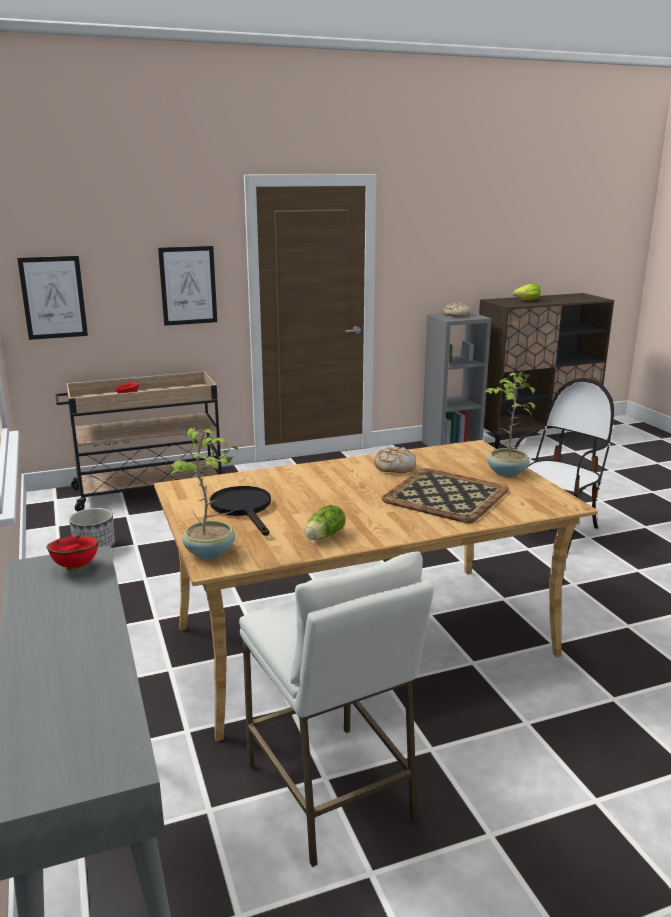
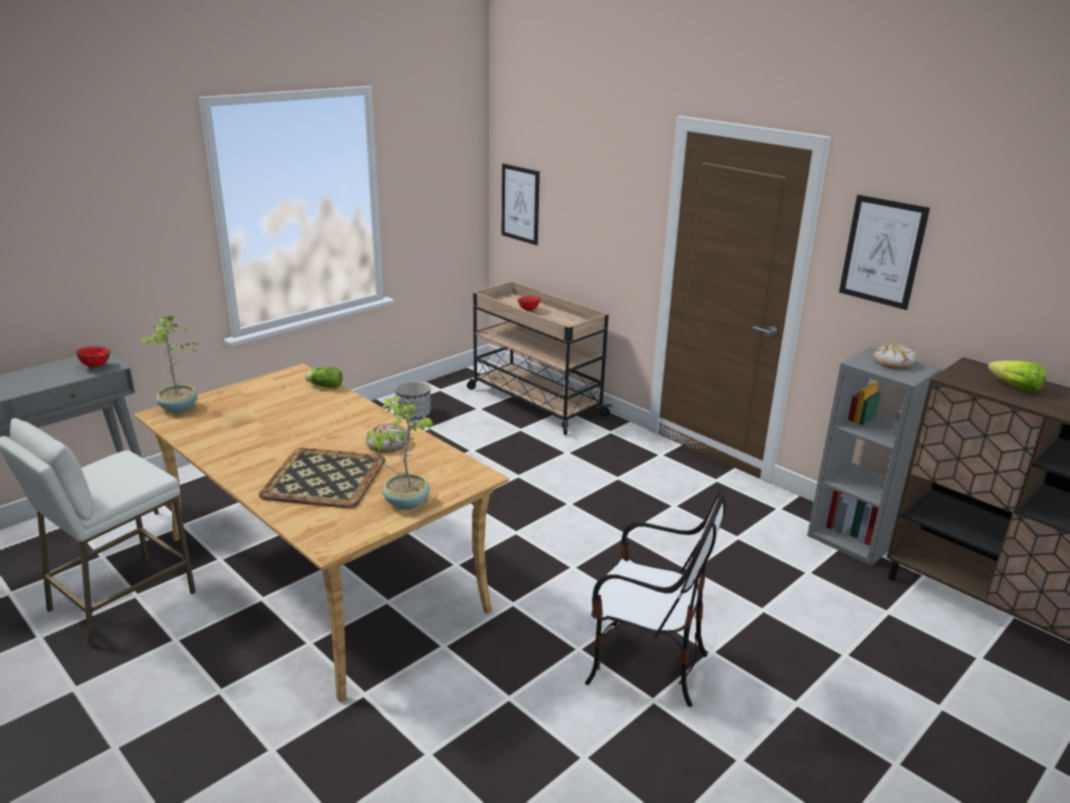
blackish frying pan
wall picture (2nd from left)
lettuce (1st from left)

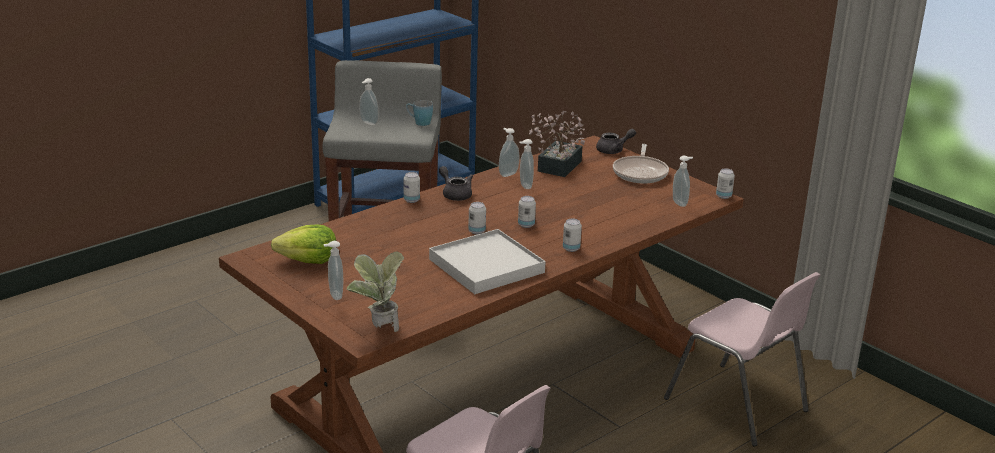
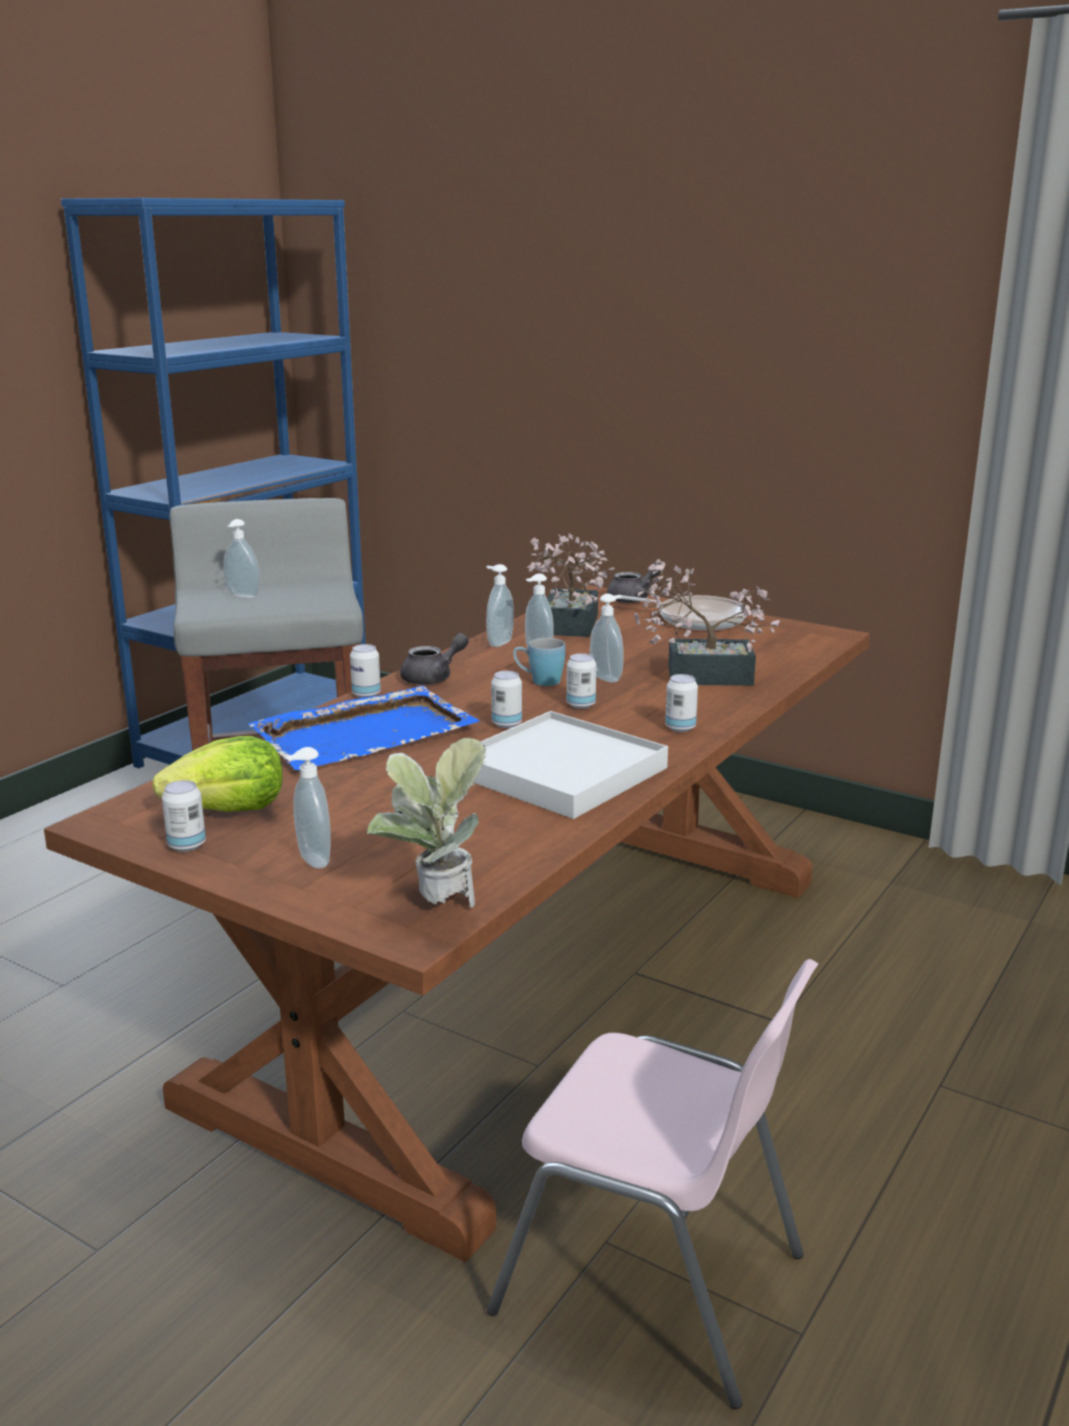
pink upright chair (2nd from left in the first image)
blue carrying tray
plant in a pot (3rd from left)
blue tea mug
soap dispenser (5th from left)
can (1st from left)
greyish tea pot (1st from left)
frying pan

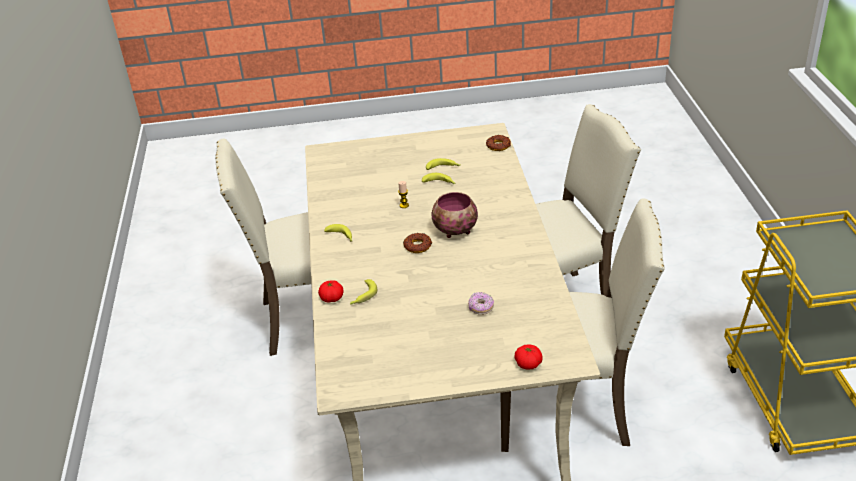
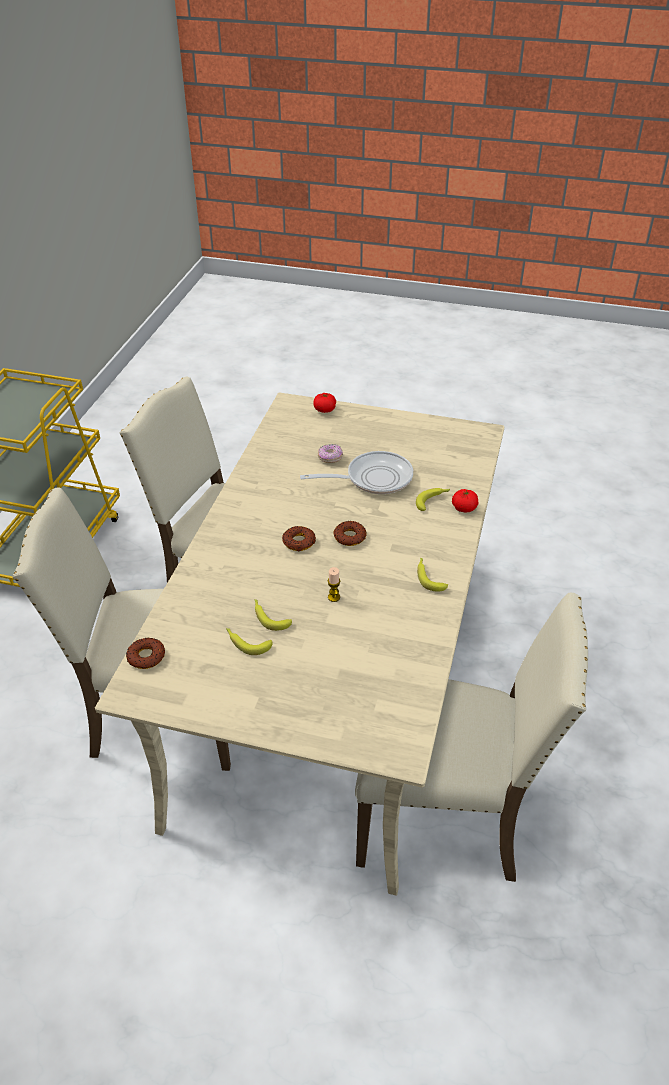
frying pan
ring doughnut (2nd from left)

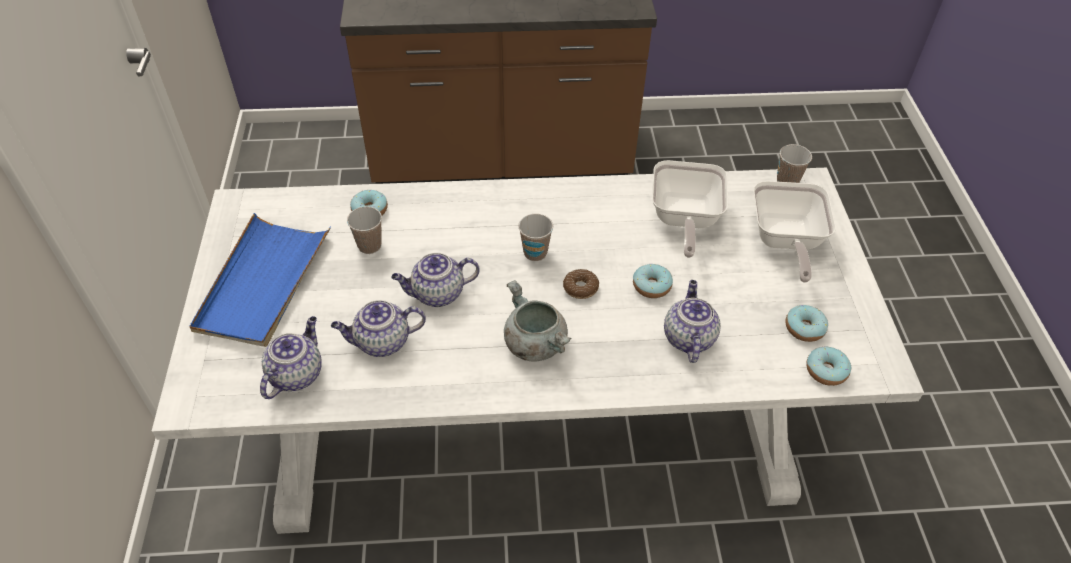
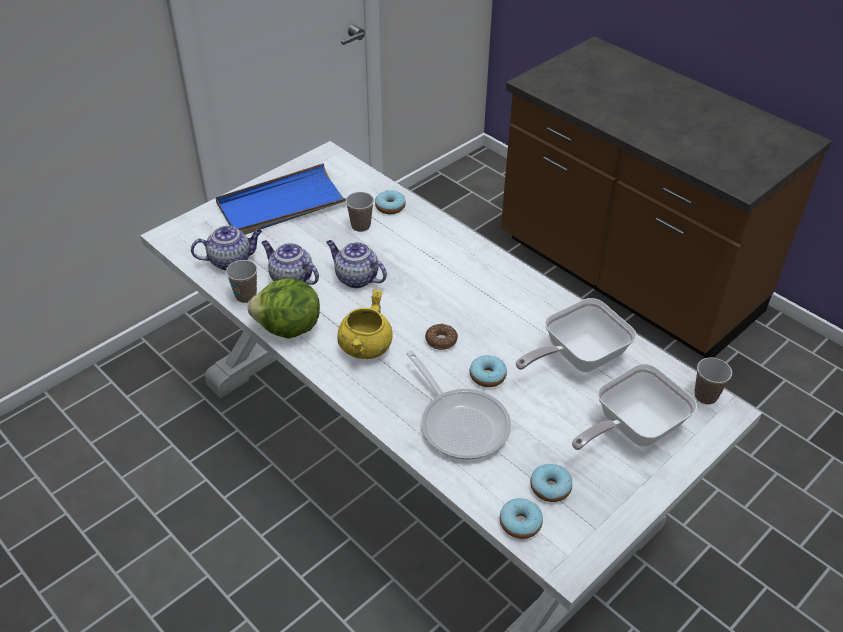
lettuce
small cup (1st from left)
frying pan (1st from left)
yellow-coloured stockpot

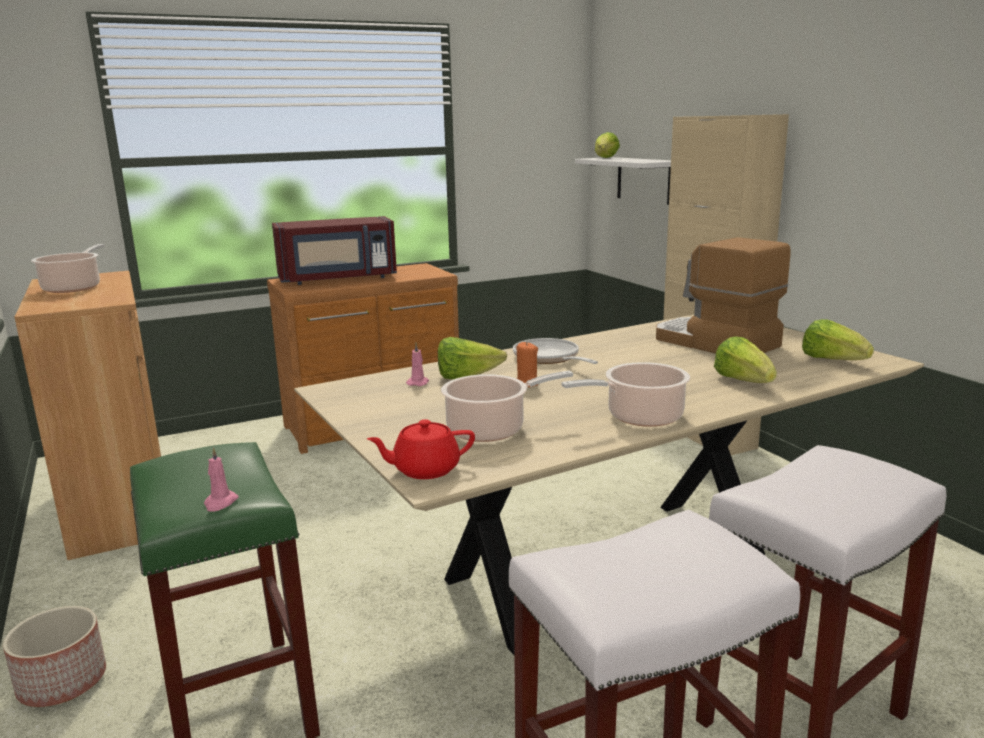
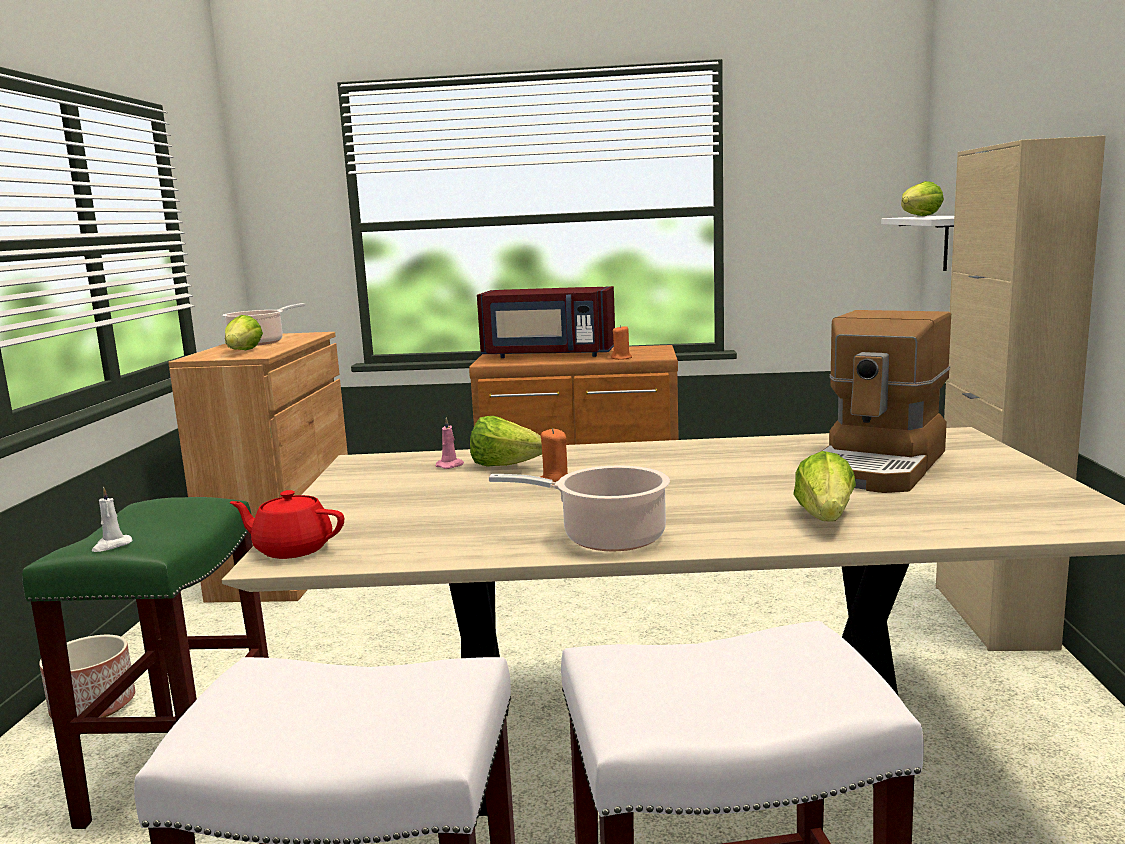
stockpot (2nd from left in the first image)
frying pan
orange candle (2nd from left)
lettuce (1st from left)
whitish candle
coffee maker

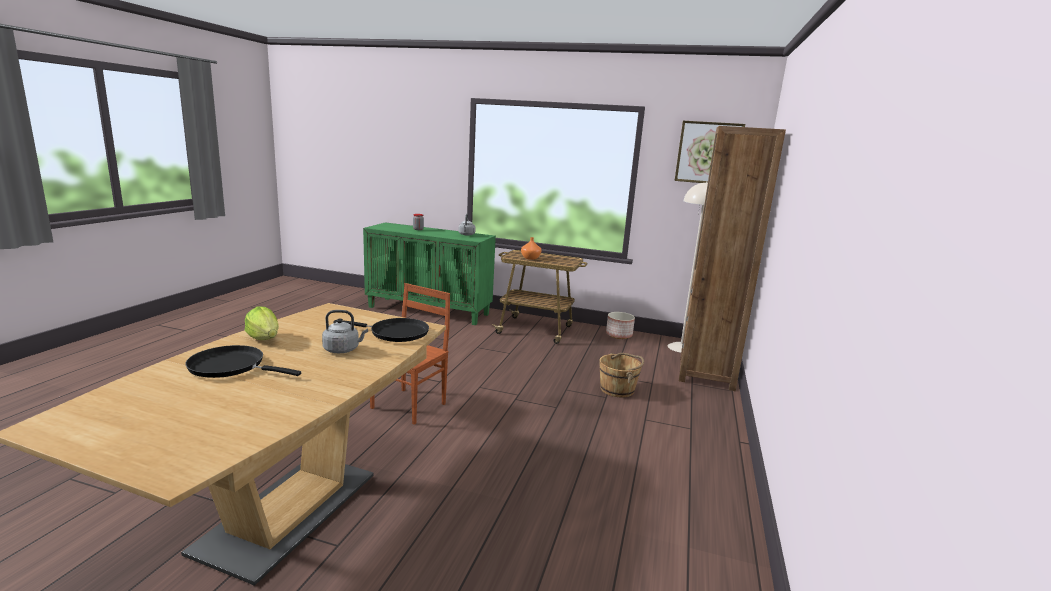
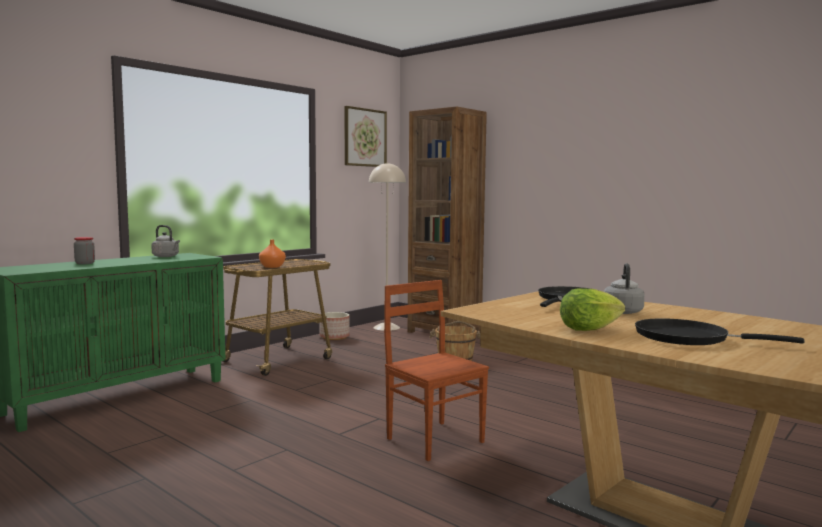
blackish frying pan (2nd from left)

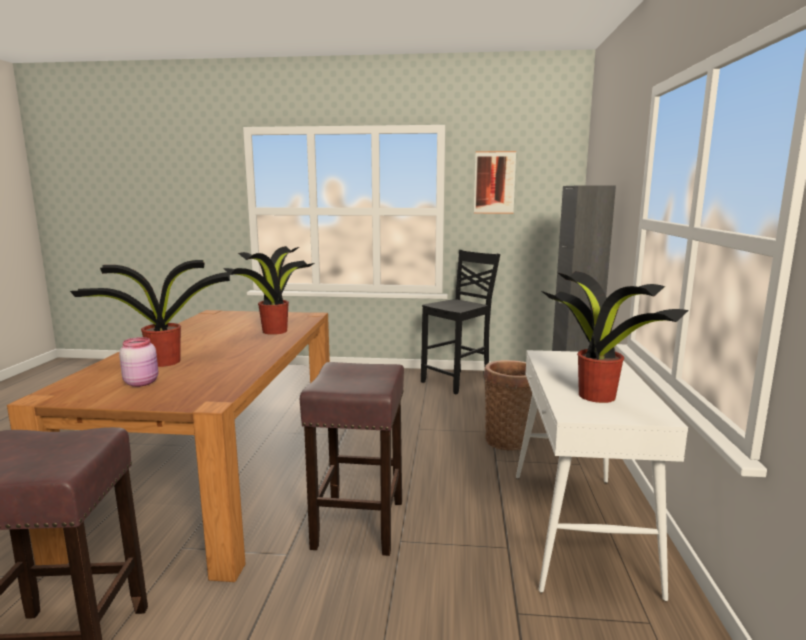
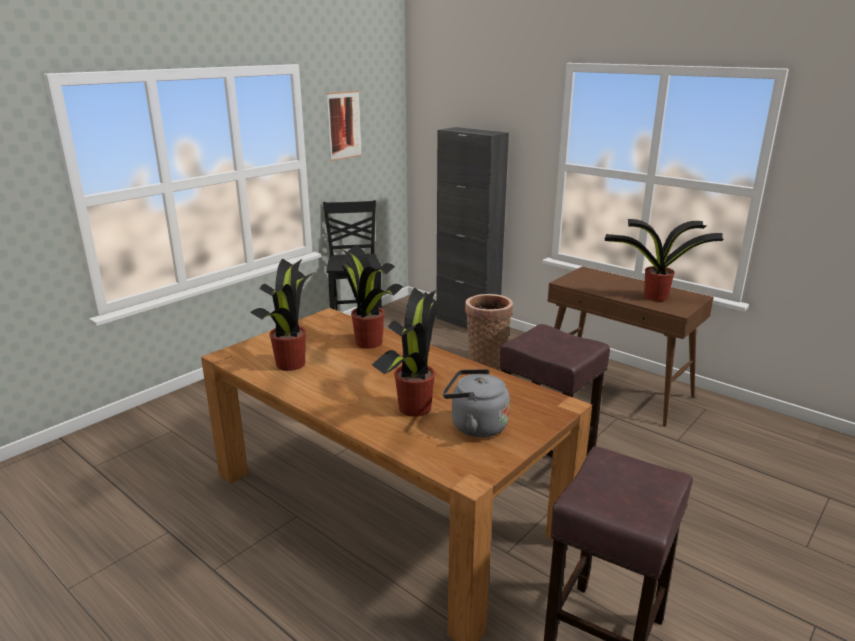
plant in a pot (1st from left)
greyish water kettle
brown-coloured hall table

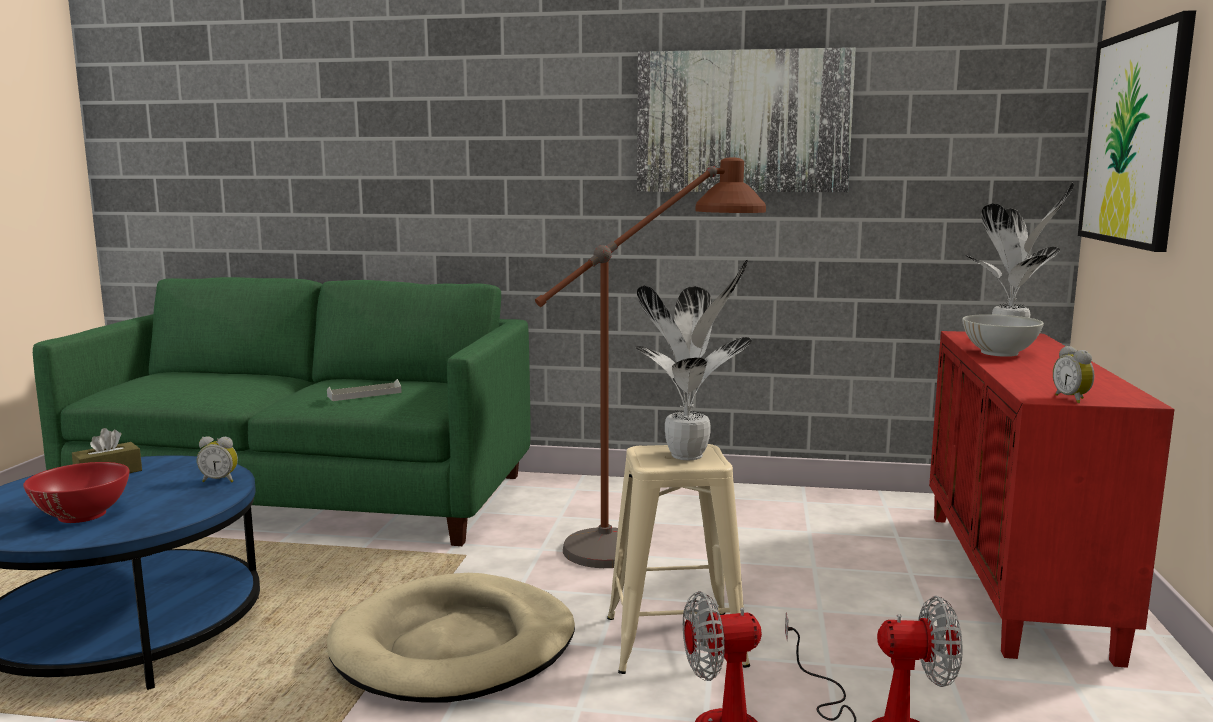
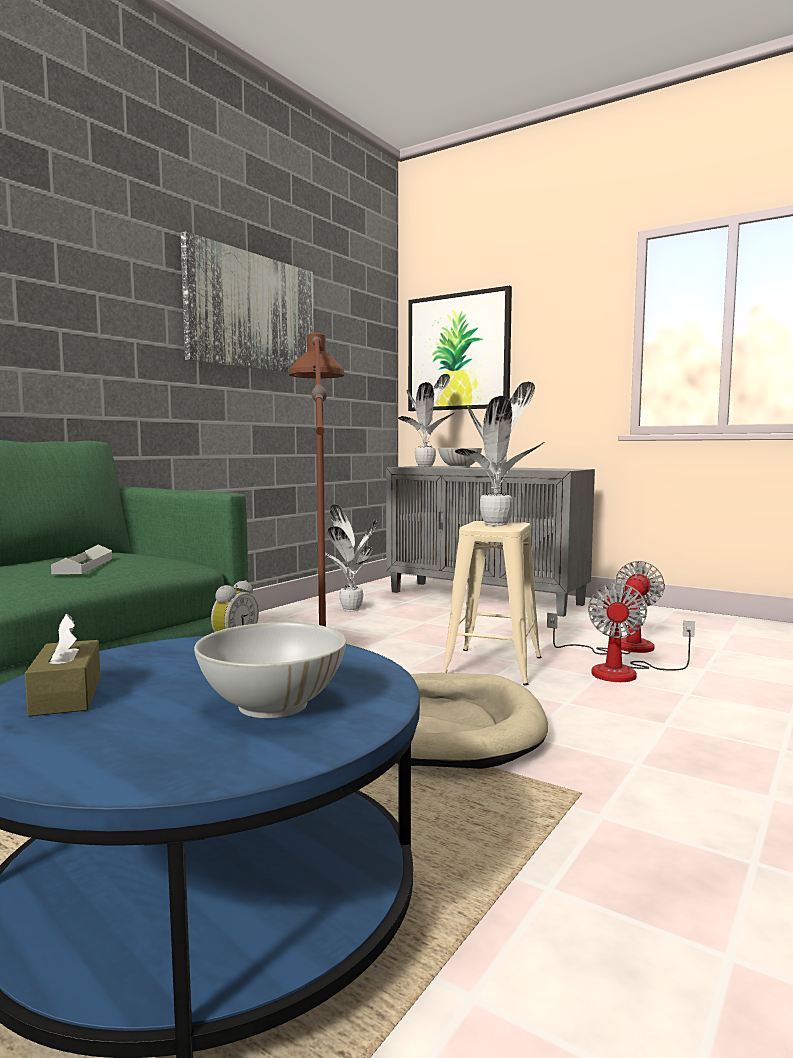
bedside clock (2nd from left in the first image)
plant in a pot (1st from left)
whitish bowl (1st from left)
greyish storage cabinet

